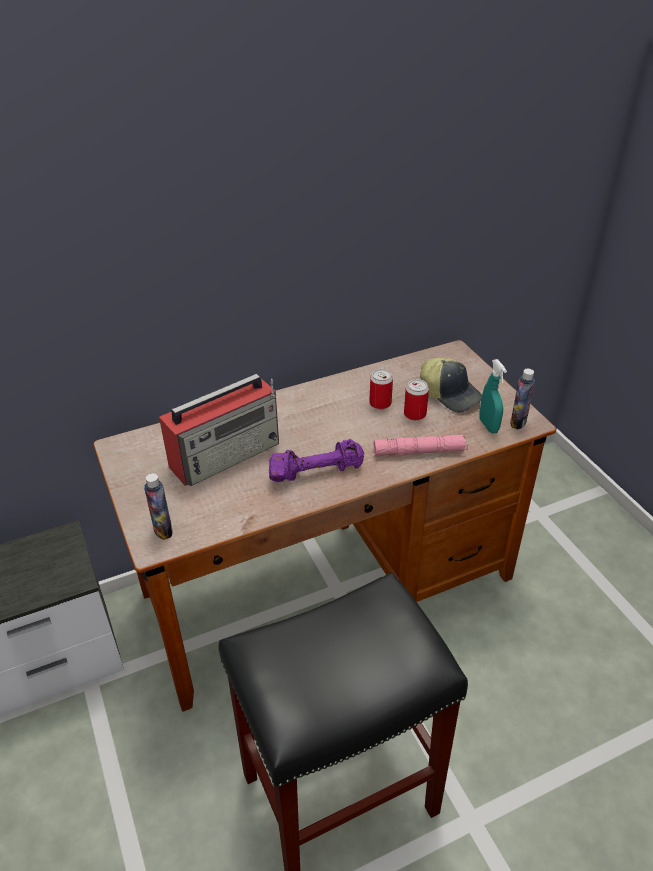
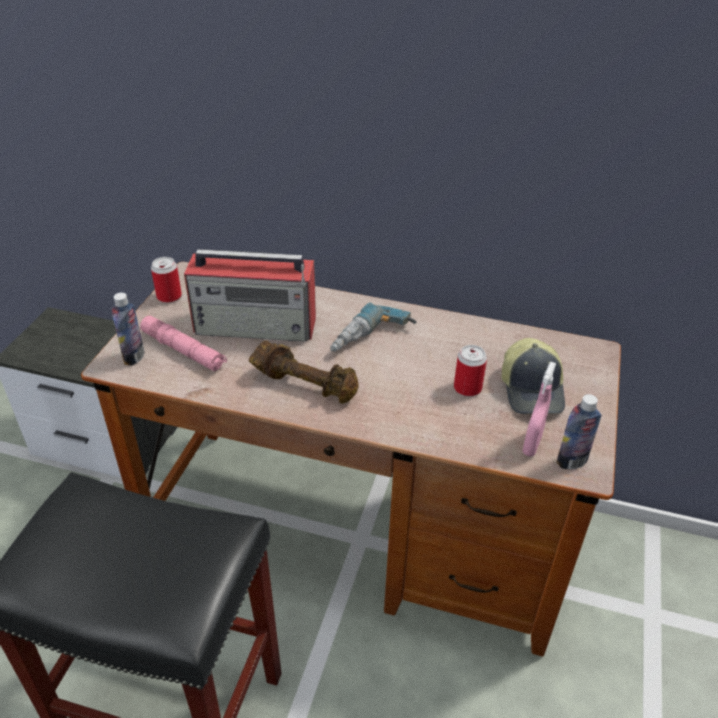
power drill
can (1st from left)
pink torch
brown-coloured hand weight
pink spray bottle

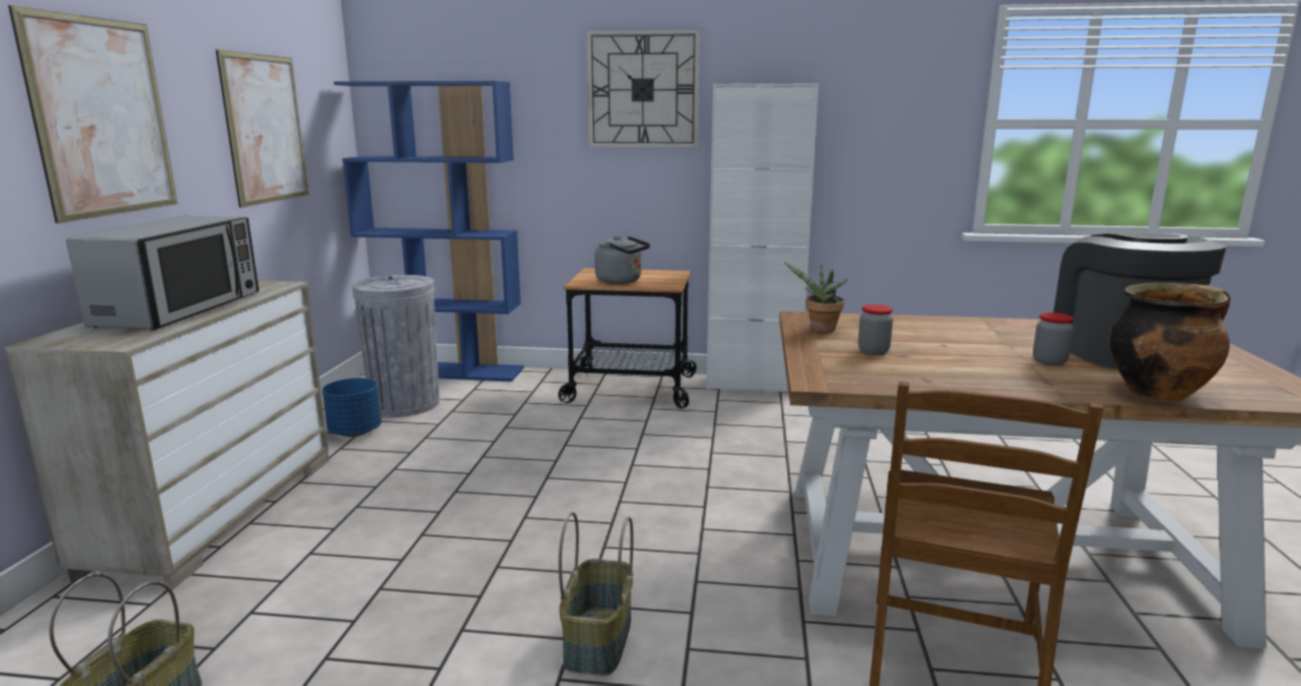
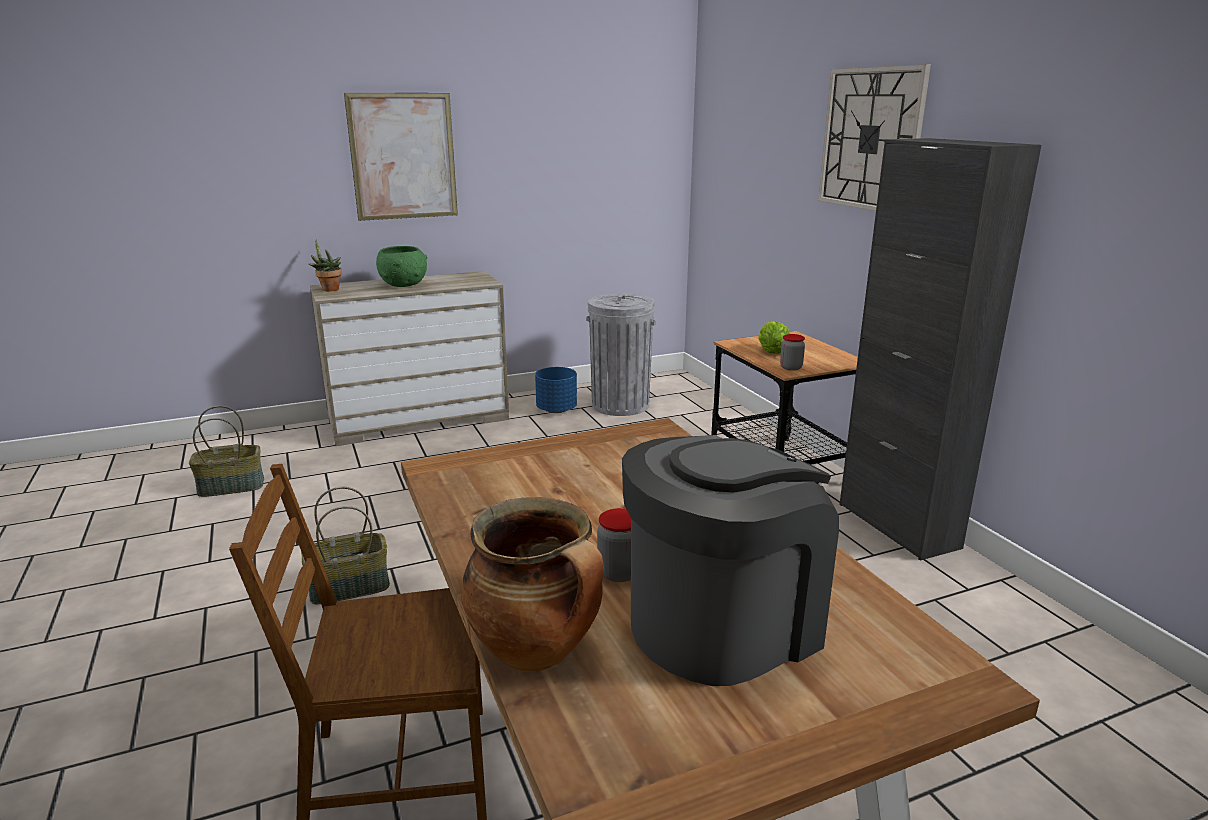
wall picture (2nd from left in the first image)
blue bookshelf
plant in a pot
storage jar (2nd from left)
green-coloured bowl
lettuce
blackish storage cabinet

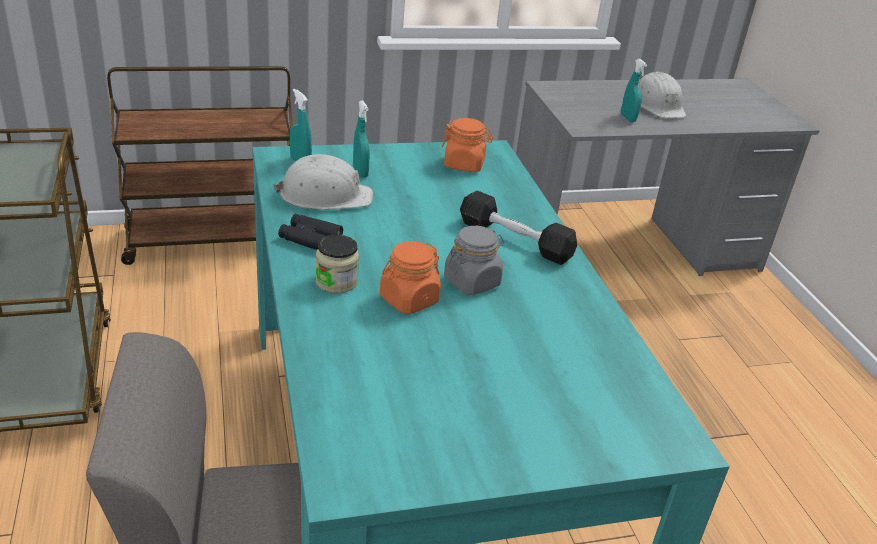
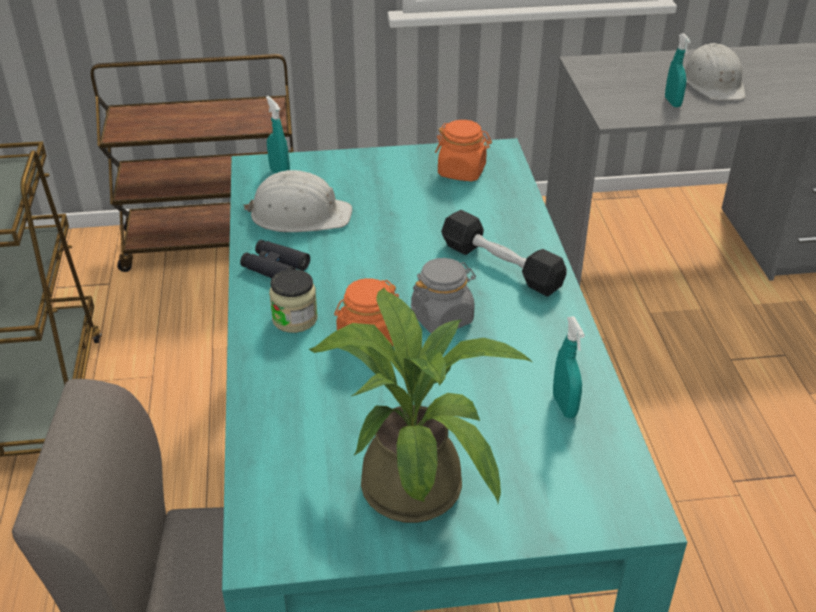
plant in a pot
turquoise spray bottle (2nd from left)

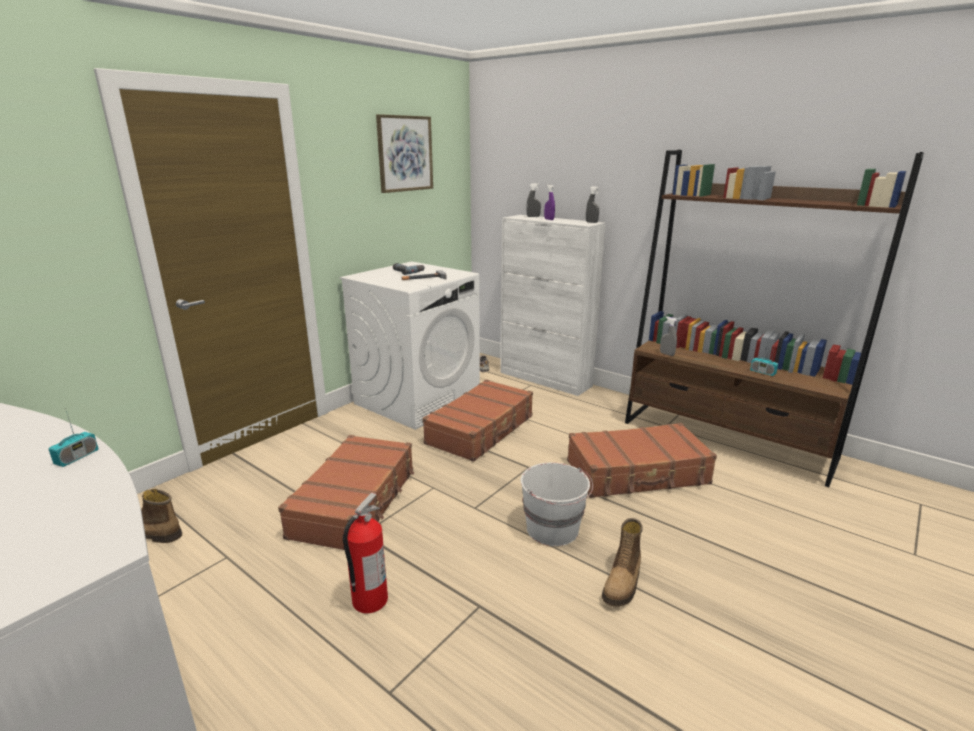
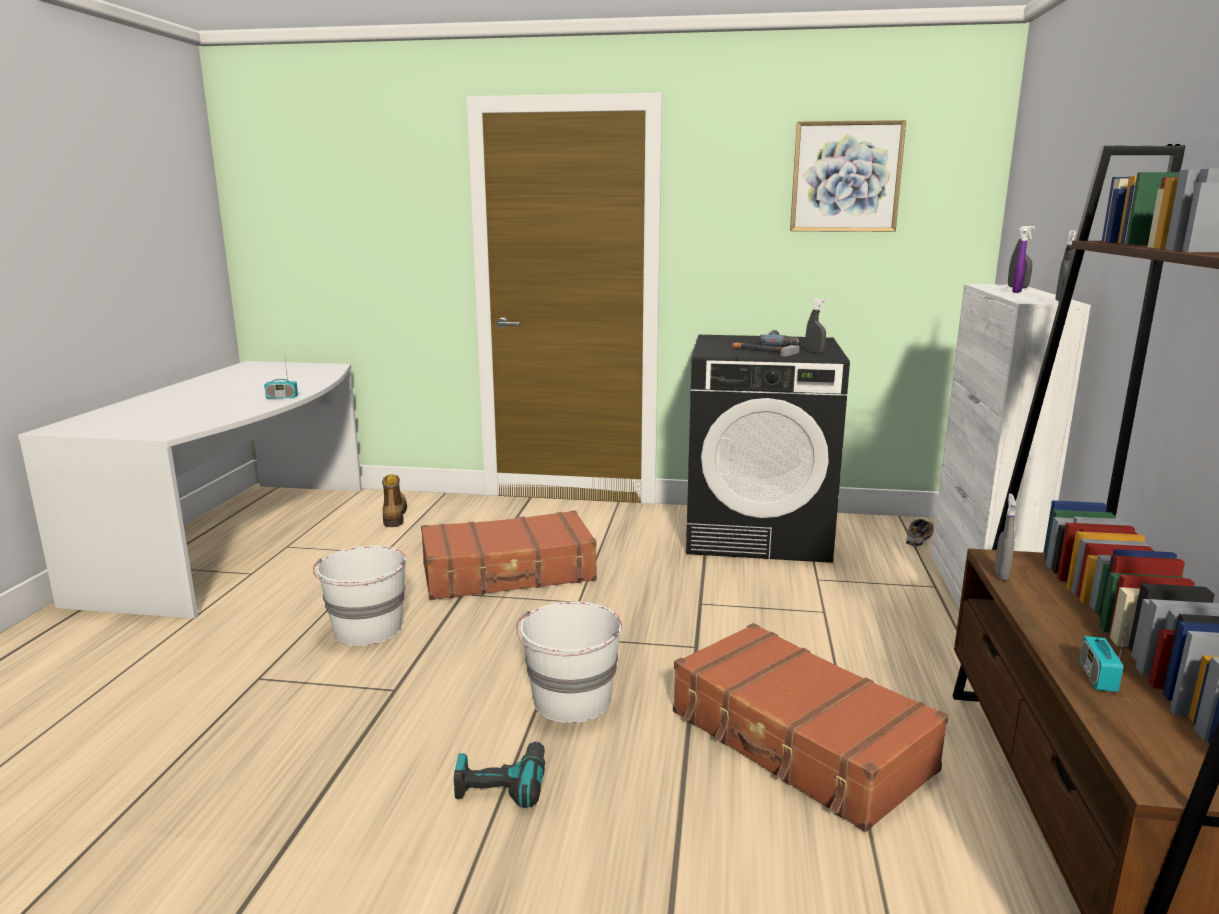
brown-coloured suitcase (2nd from left in the first image)
greyish spray bottle (1st from left)
whitish pail (1st from left)
power drill (1st from left)
blackish laundry machine

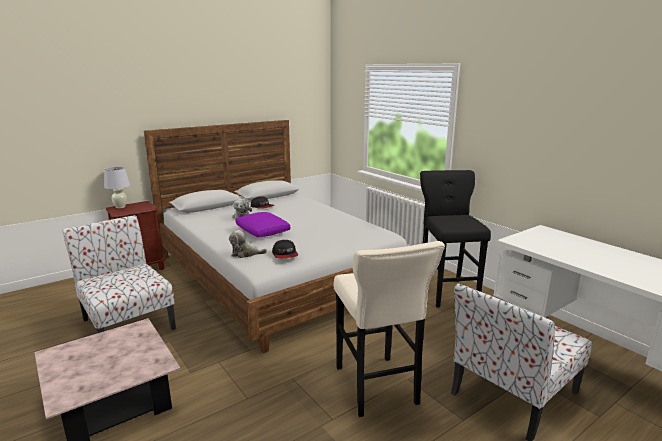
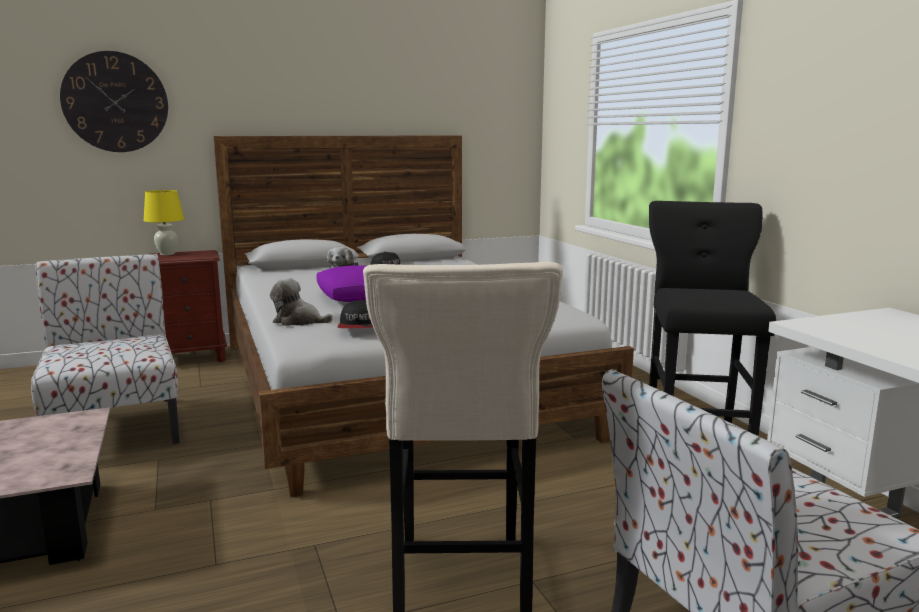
clock on the wall
yellow-coloured lamp for a table

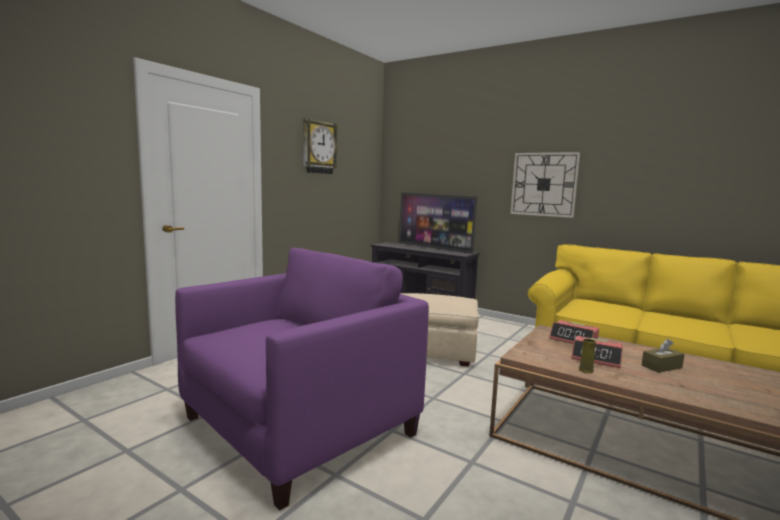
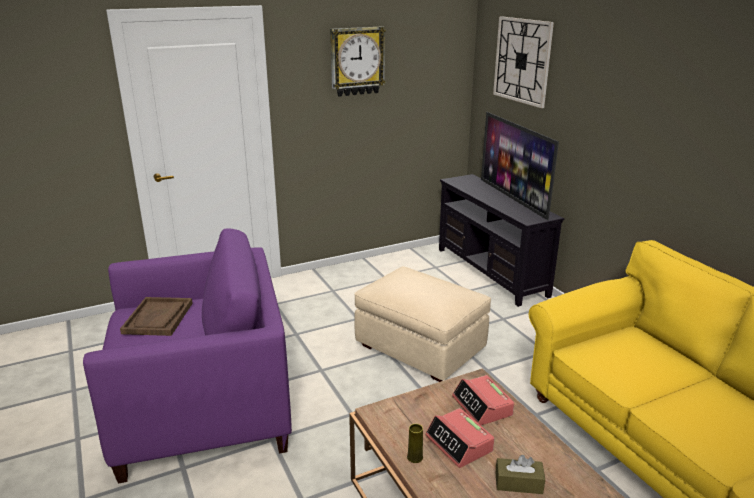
brown-coloured carrying tray
clock on the wall (2nd from left)

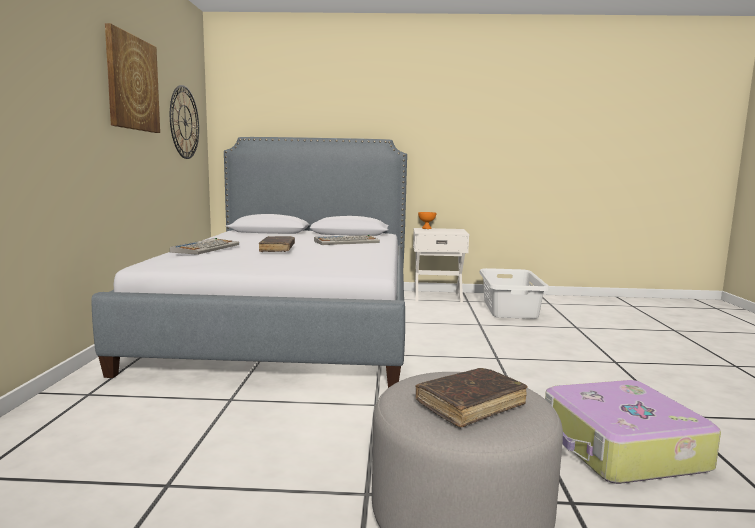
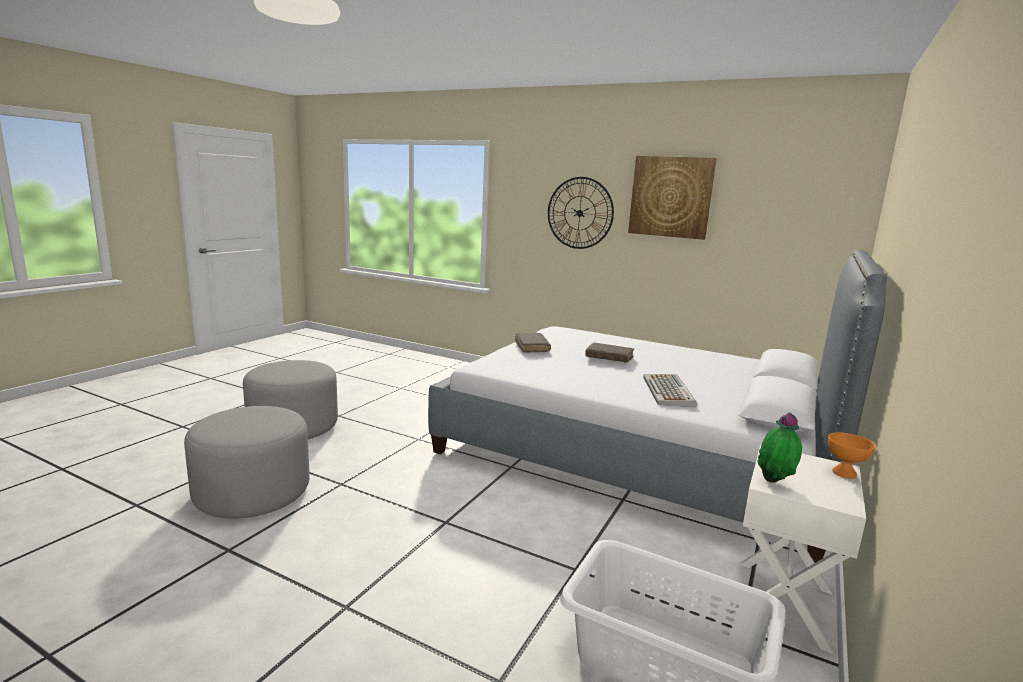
keyboard (1st from left in the first image)
plant in a pot
clock on the wall
brown-coloured volume (1st from left)
greyish ottoman (1st from left)

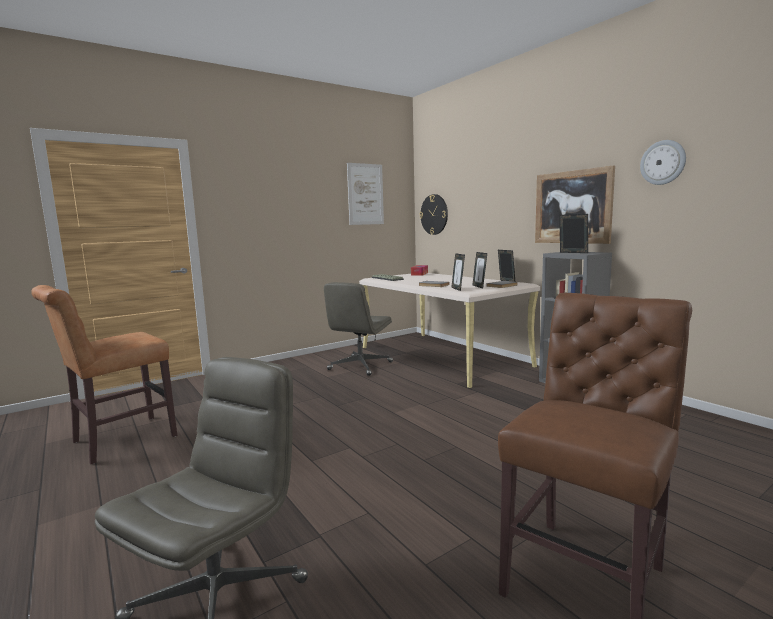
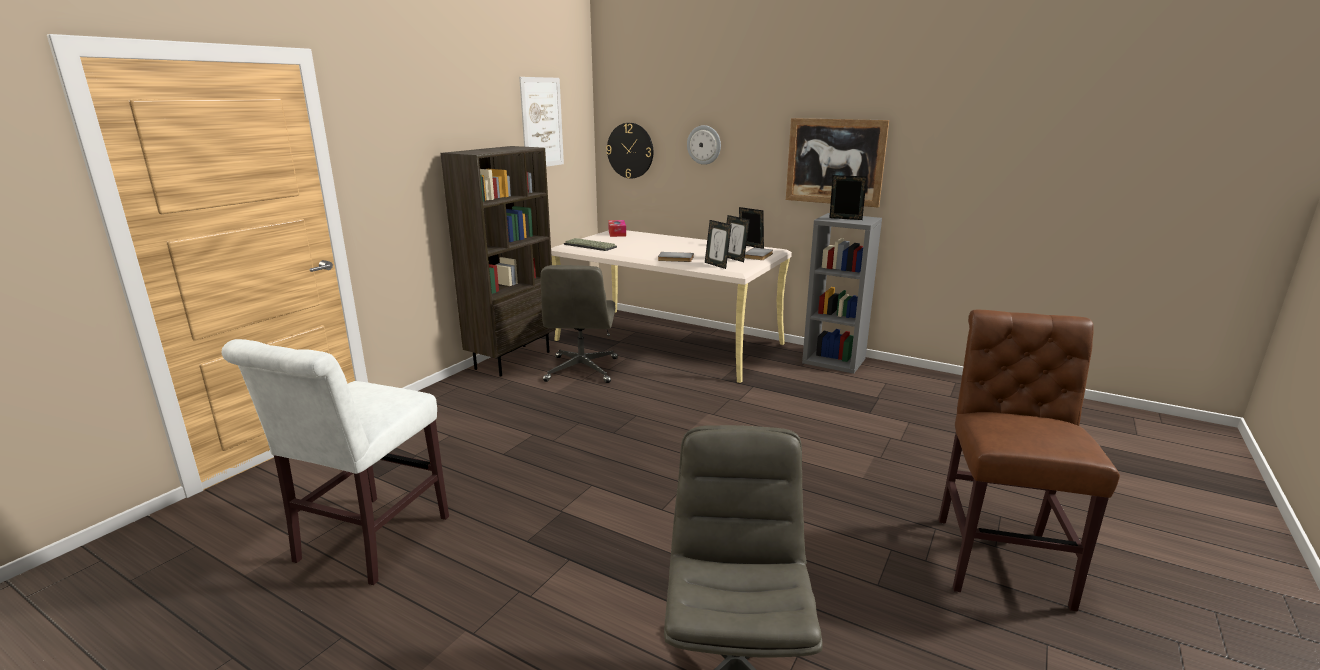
brown-coloured bookshelf
clock on the wall (2nd from left)
whitish upright chair

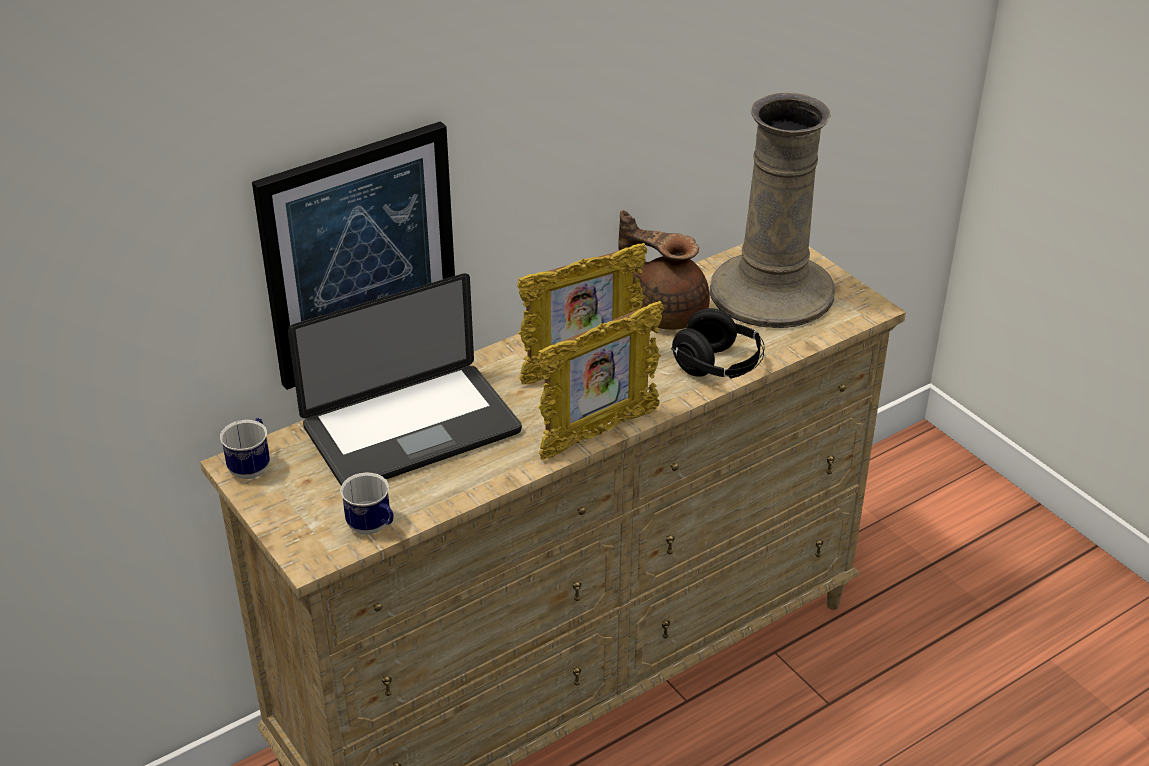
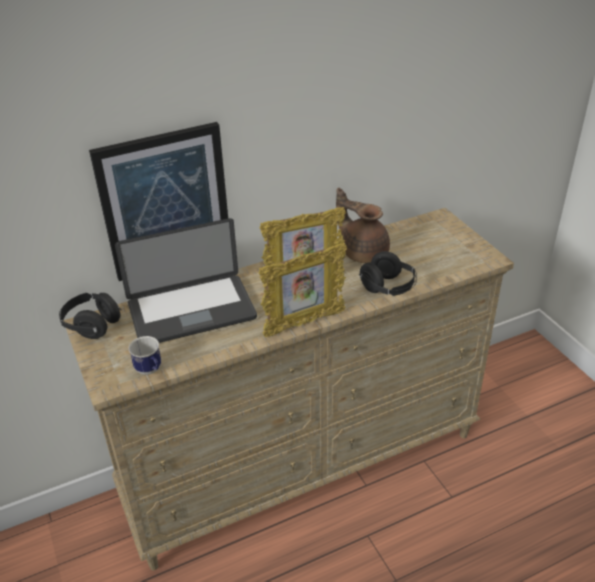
beige-coloured decorative vase
blackish pair of headphones (1st from left)

